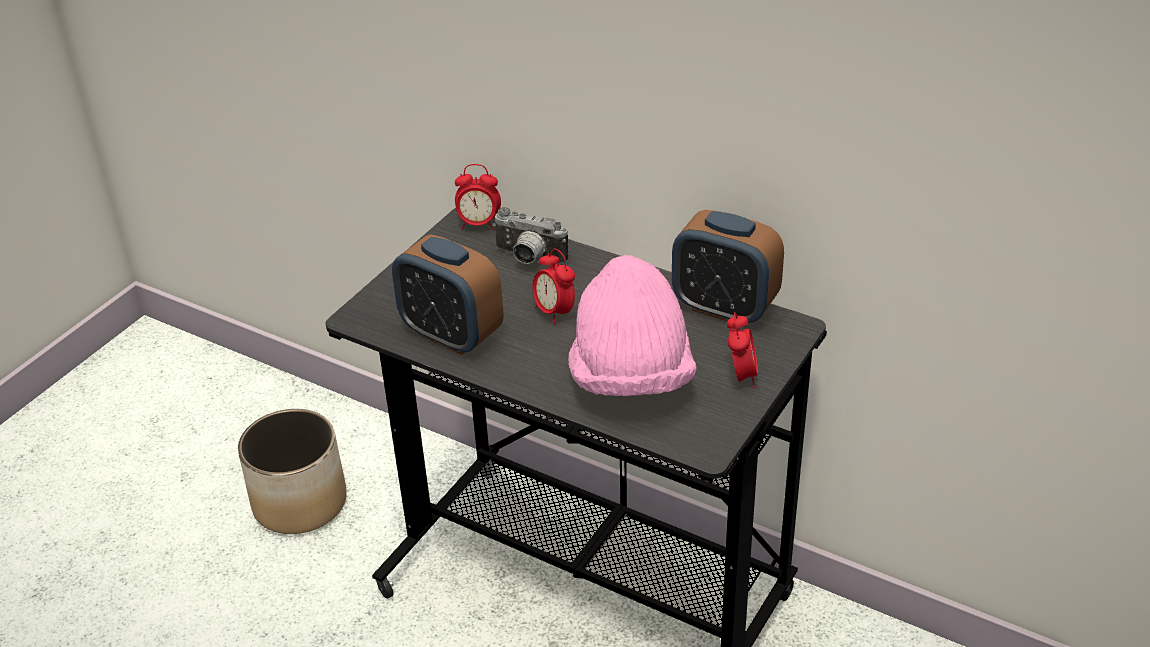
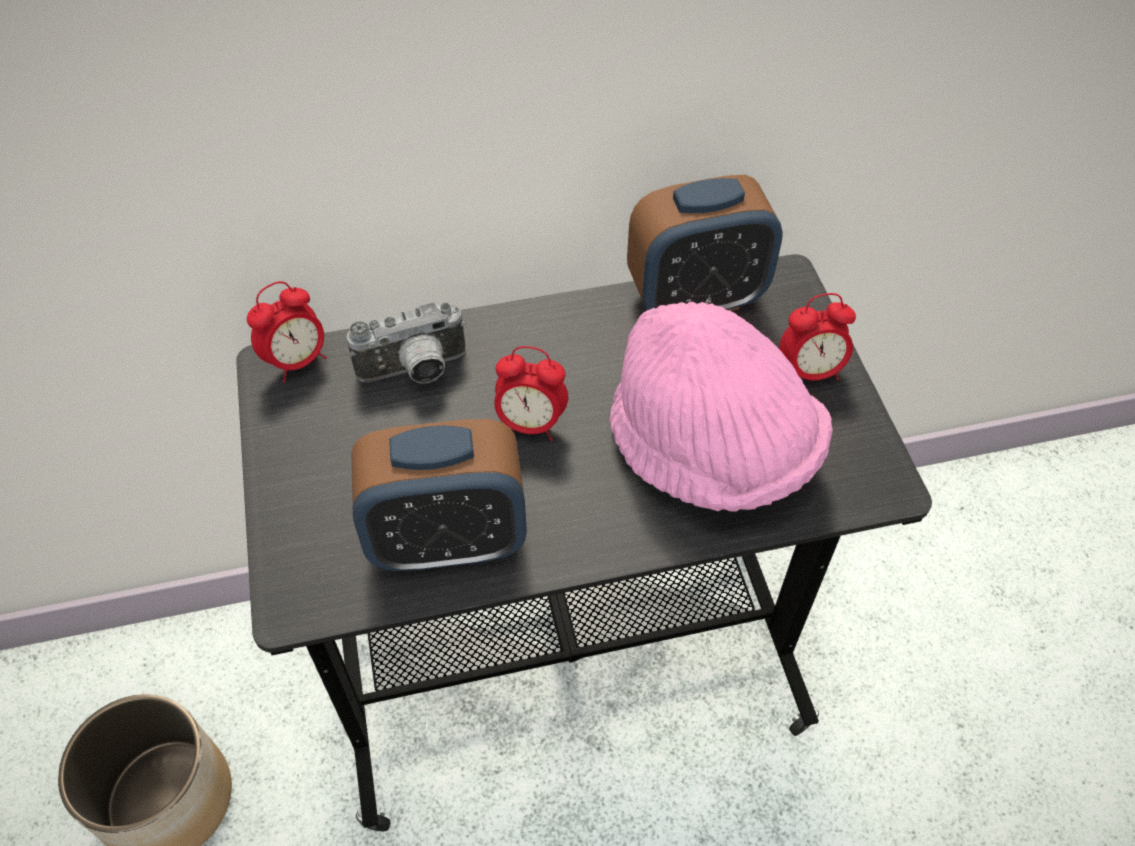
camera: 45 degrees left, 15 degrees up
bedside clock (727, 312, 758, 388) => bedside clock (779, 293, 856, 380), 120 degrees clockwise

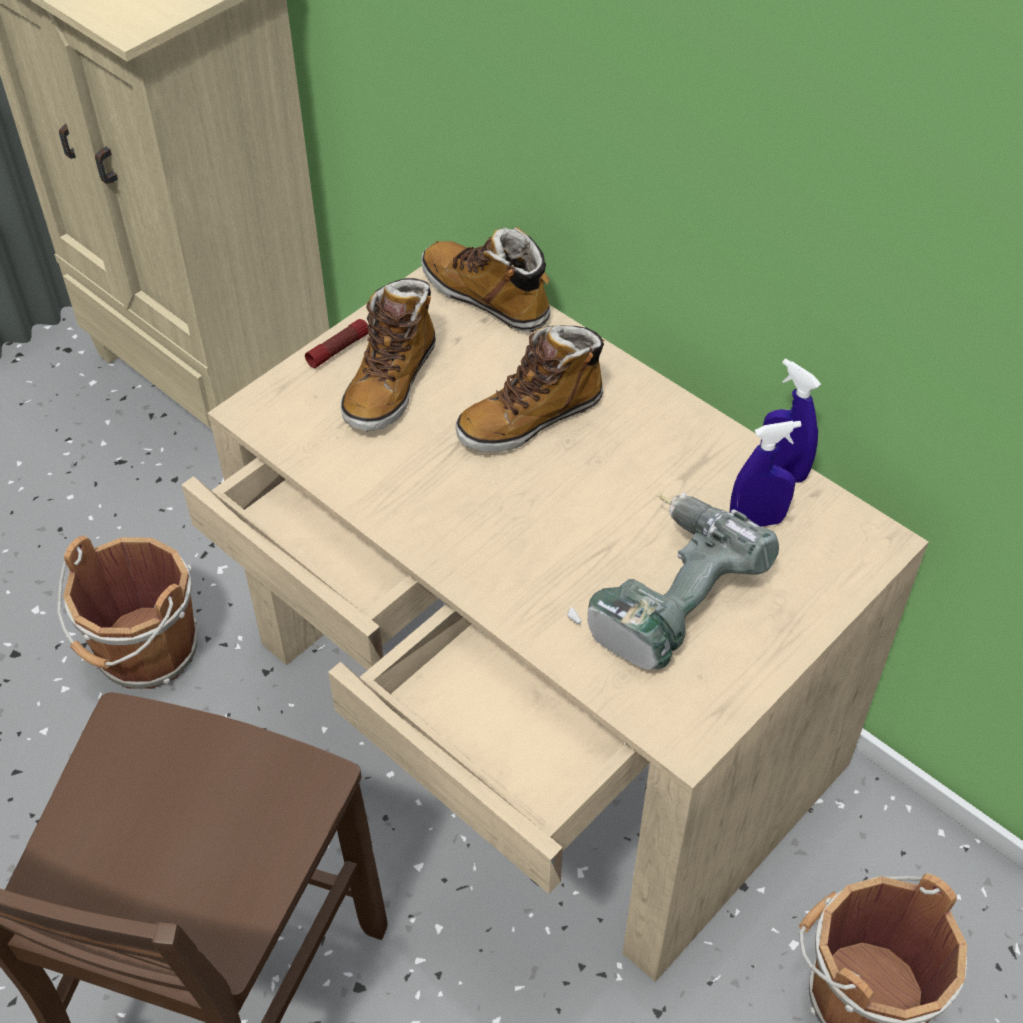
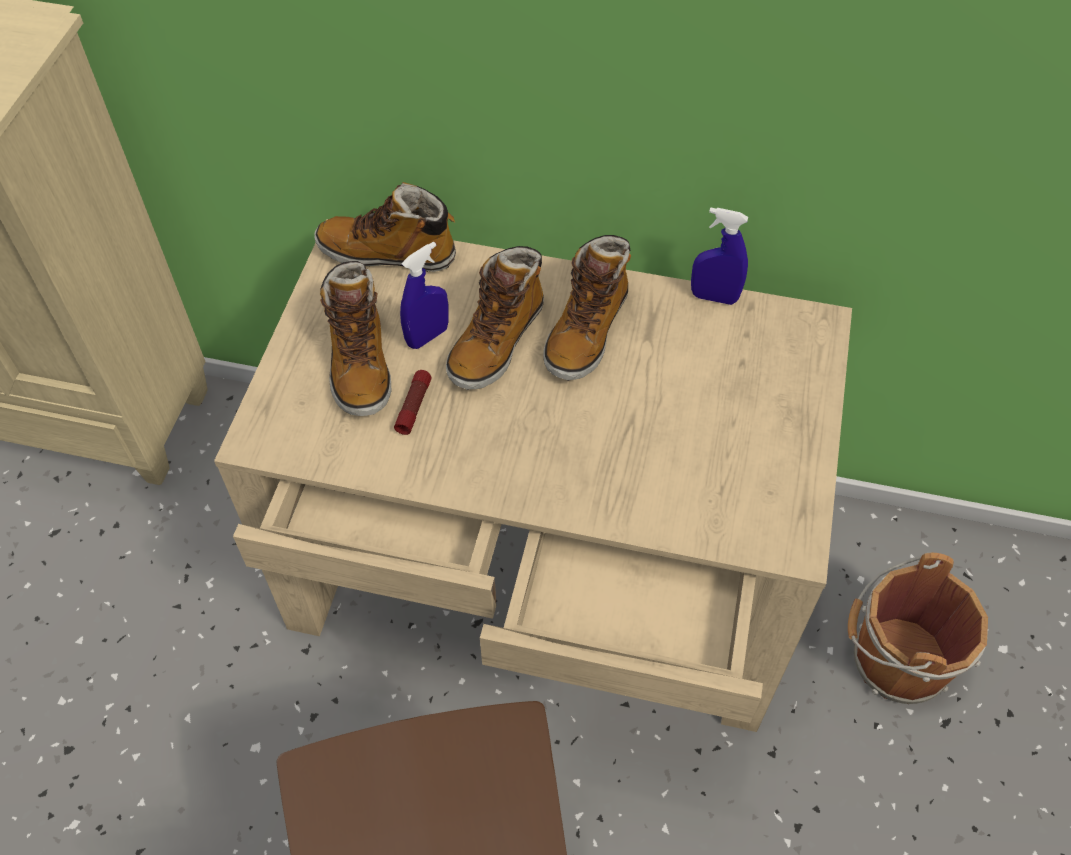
camera: 30 degrees left, 5 degrees up
brown pail (57, 535, 198, 689) => nothing
power drill (567, 493, 779, 670) => nothing
nothing => high-top boot (543, 235, 631, 381)
torch (305, 319, 369, 368) => torch (394, 370, 431, 435), moved
blue-coloured spray bottle (729, 421, 801, 527) => blue-coloured spray bottle (400, 242, 448, 349), moved

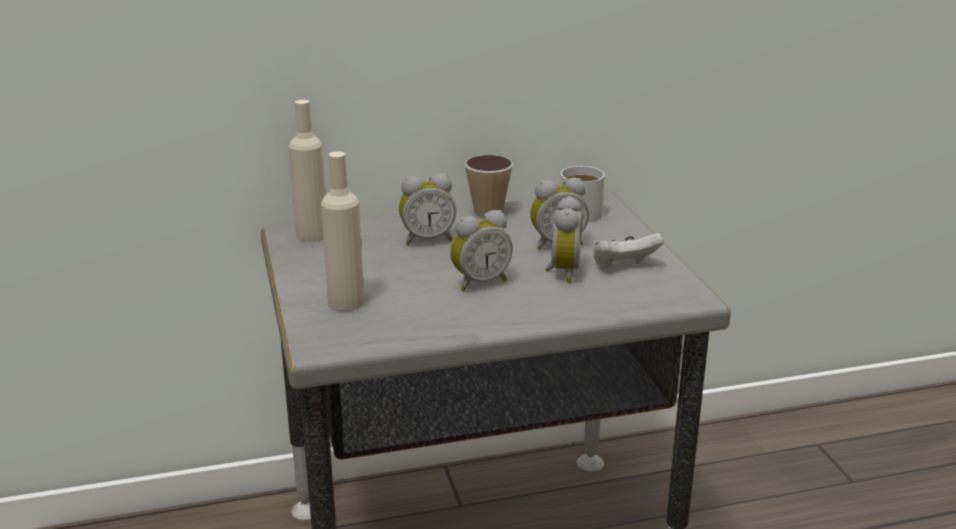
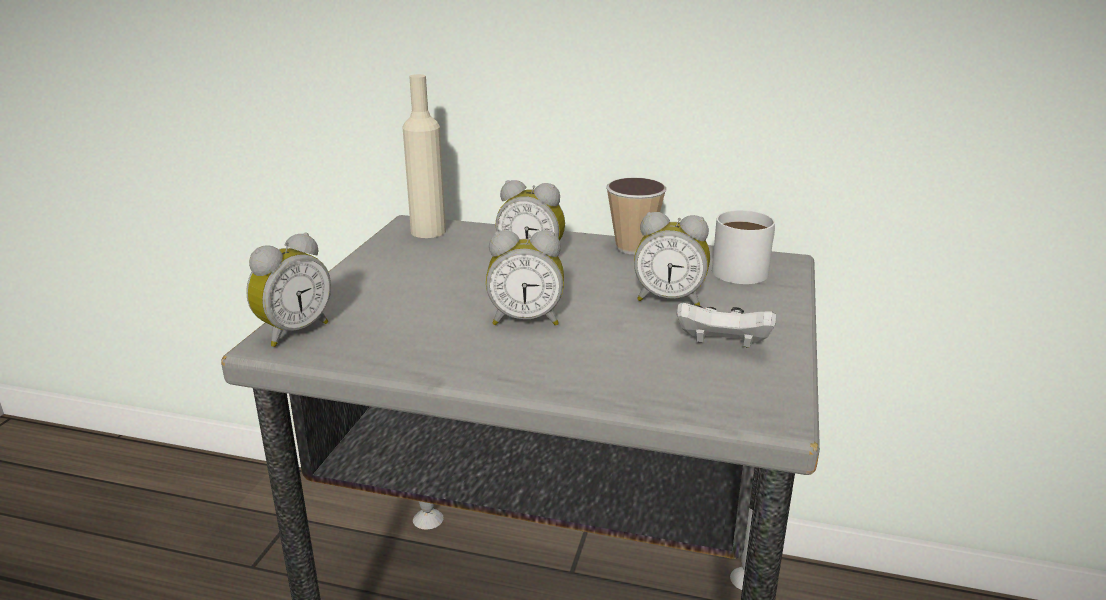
camera: 30 degrees right, 0 degrees up
beige-coloured drink bottle (321, 151, 364, 312) => nothing
bedside clock (545, 196, 582, 283) => bedside clock (246, 233, 331, 347), moved

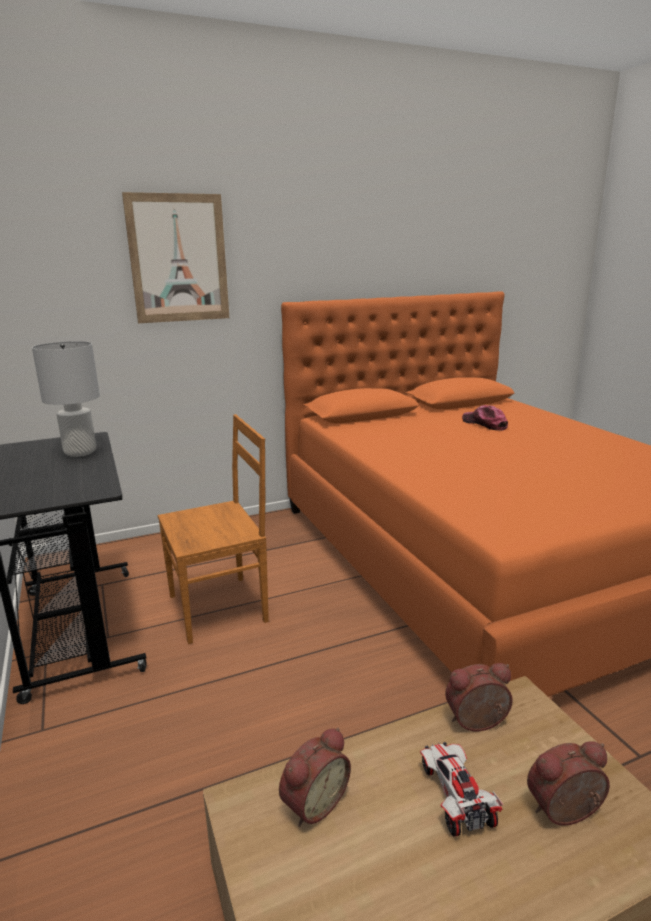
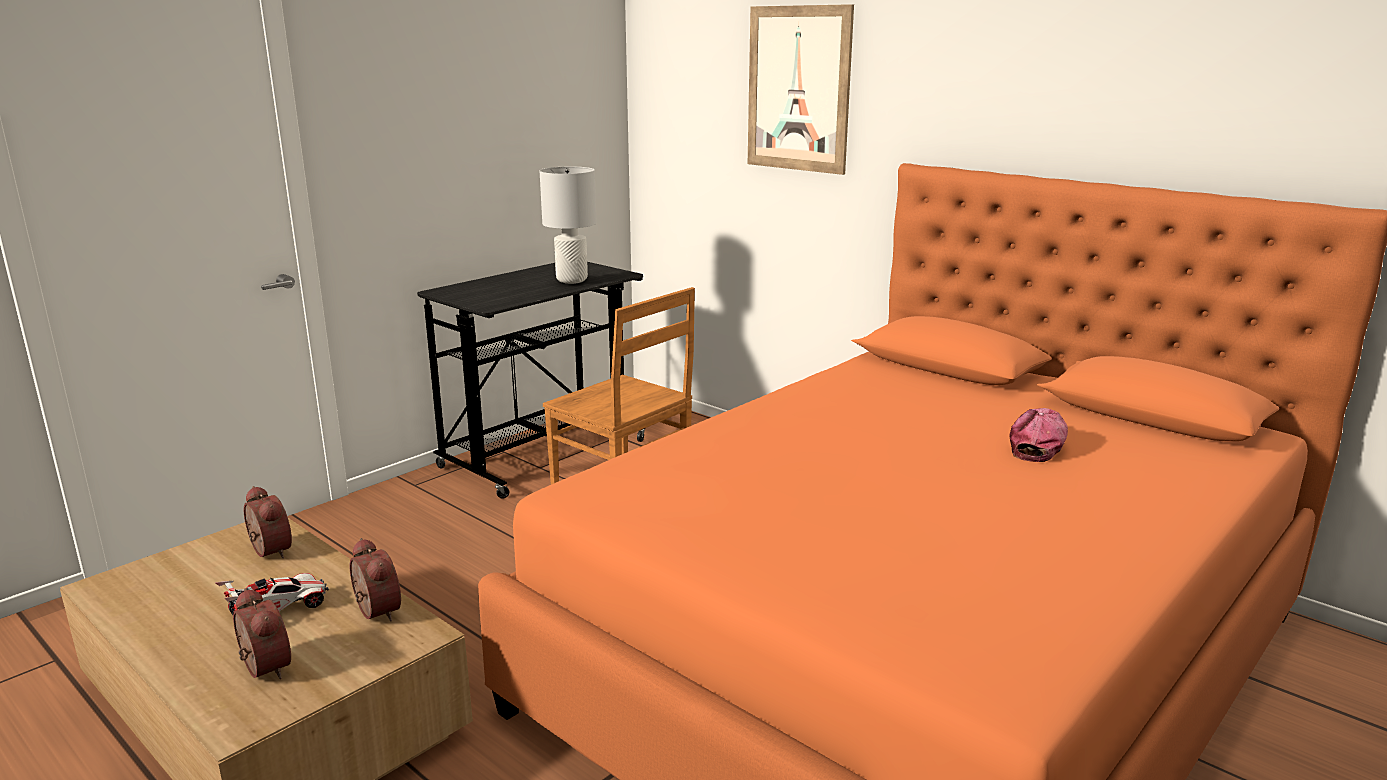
camera: 65 degrees right, 0 degrees up
bedside clock (279, 728, 351, 827) => bedside clock (244, 486, 292, 558), 150 degrees counterclockwise

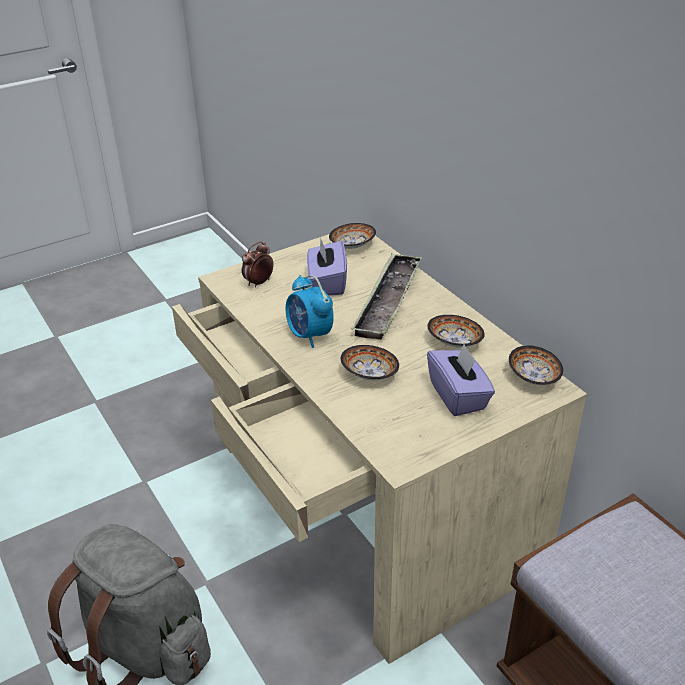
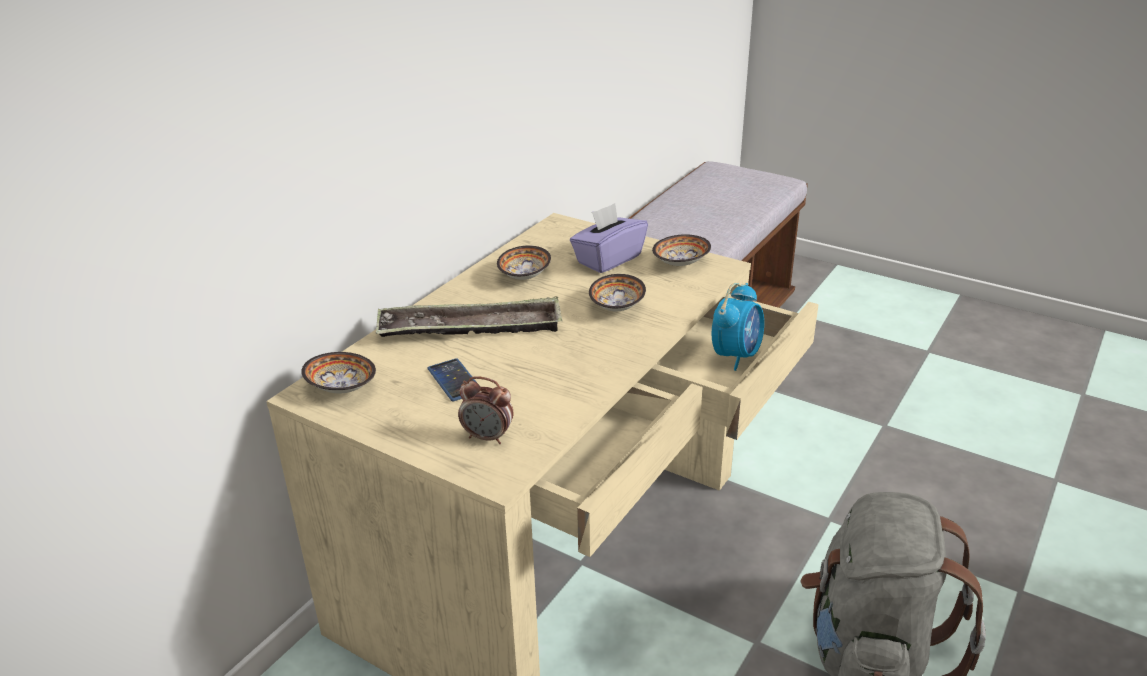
camera: 115 degrees left, 5 degrees down
bedside clock (285, 275, 334, 348) => bedside clock (712, 283, 764, 371), moved
serving bowl (509, 345, 563, 385) => serving bowl (652, 234, 711, 266), moved
purple-coloured tissue box (307, 237, 347, 295) => telephone (428, 358, 477, 401)

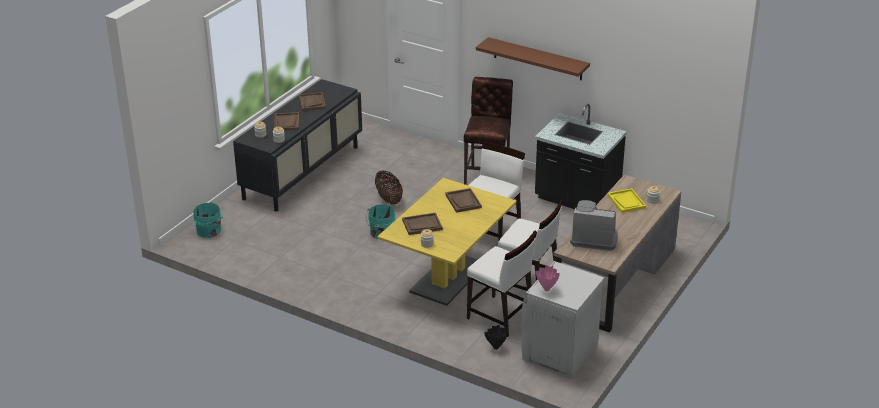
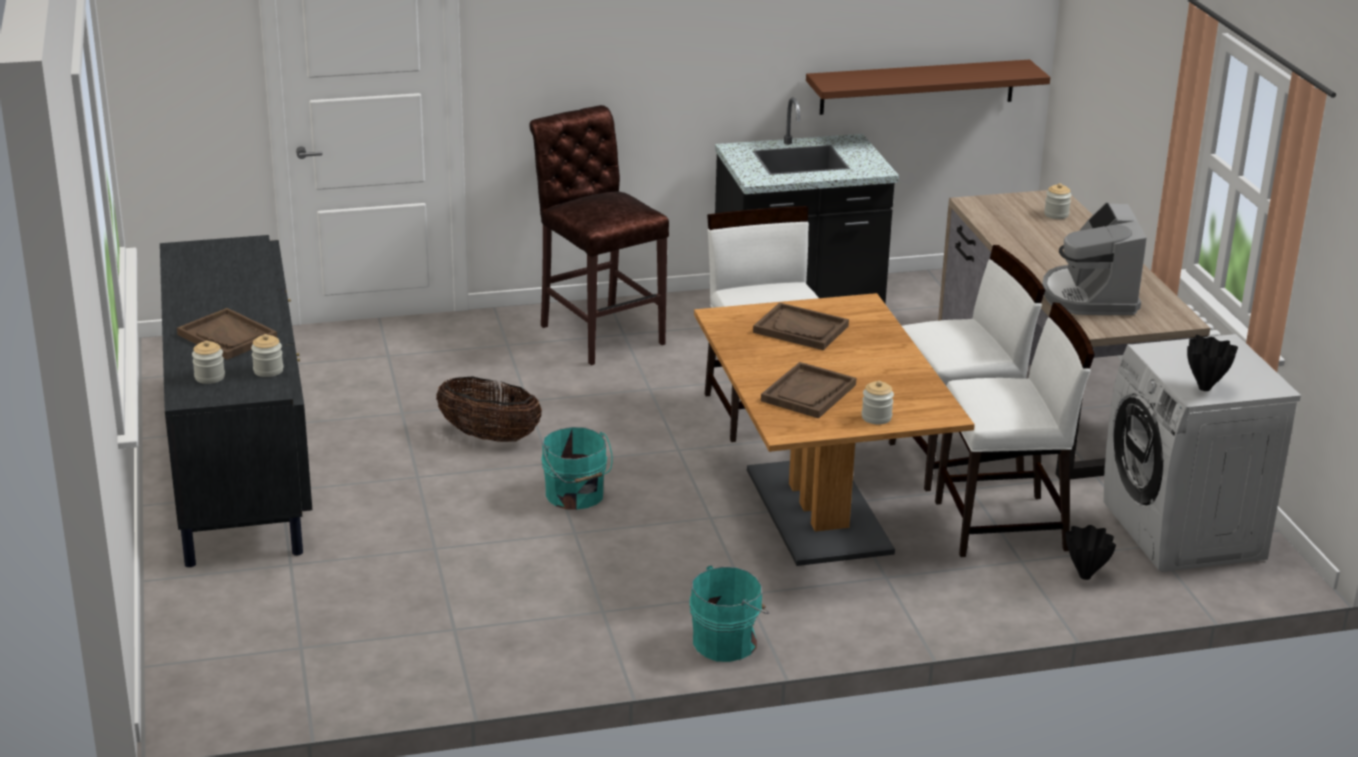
camera: 45 degrees left, 5 degrees down
brown carrying tray (299, 92, 326, 111) => nothing
yellow carrying tray (607, 188, 646, 213) => nothing
blue-green pail (193, 202, 223, 238) => blue-green pail (690, 565, 769, 662), moved
brown wall shelf (476, 37, 590, 80) => brown wall shelf (806, 60, 1050, 115), moved
yellow dinner table (377, 178, 517, 306) => brown dinner table (694, 293, 975, 566)
pink-coloured decorative vase (536, 266, 560, 291) => blackish decorative vase (1187, 335, 1238, 391)
coffee maker (570, 200, 618, 251) => coffee maker (1042, 202, 1147, 315), 60 degrees counterclockwise

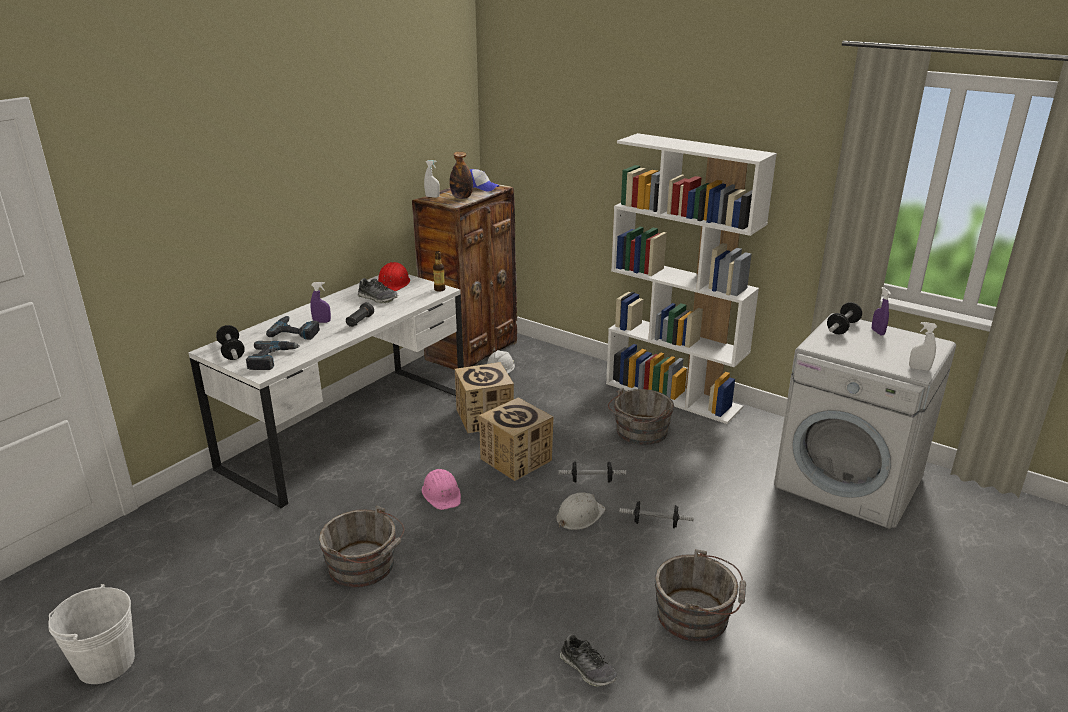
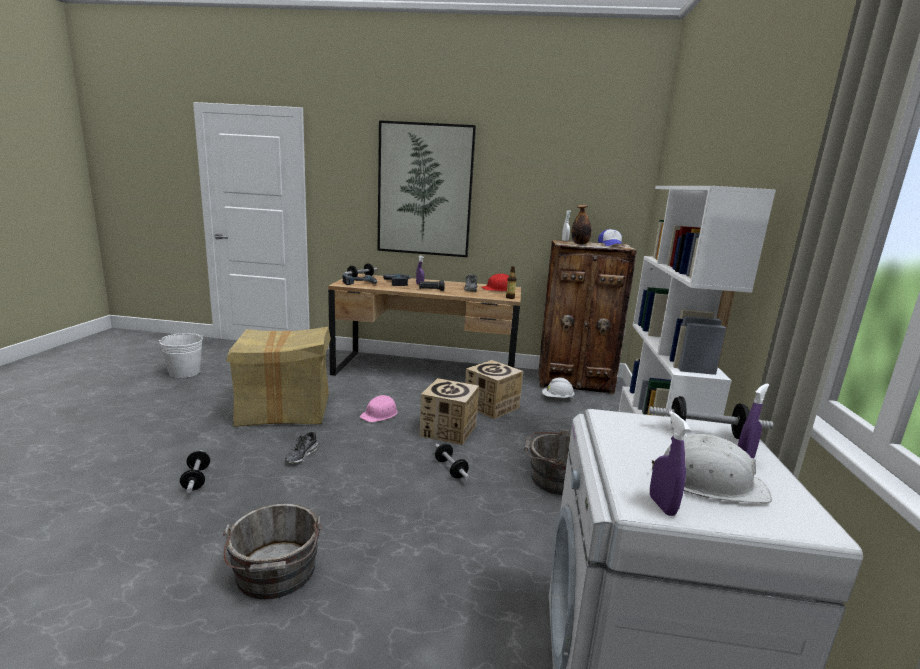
camera: 60 degrees right, 10 degrees down
nothing => picture (378, 120, 476, 257)
white work helmet (556, 492, 606, 530) => white work helmet (652, 434, 772, 503), moved
shoe (560, 634, 618, 687) => shoe (285, 431, 318, 464), moved
hand weight (620, 501, 694, 528) => hand weight (180, 450, 210, 493), moved
greyish pail (318, 505, 405, 588) => cardboard box (227, 327, 331, 427)
white desk (188, 274, 464, 509) => brown desk (328, 274, 521, 376)
white spray bottle (909, 322, 937, 371) => purple-coloured spray bottle (650, 411, 690, 516)

